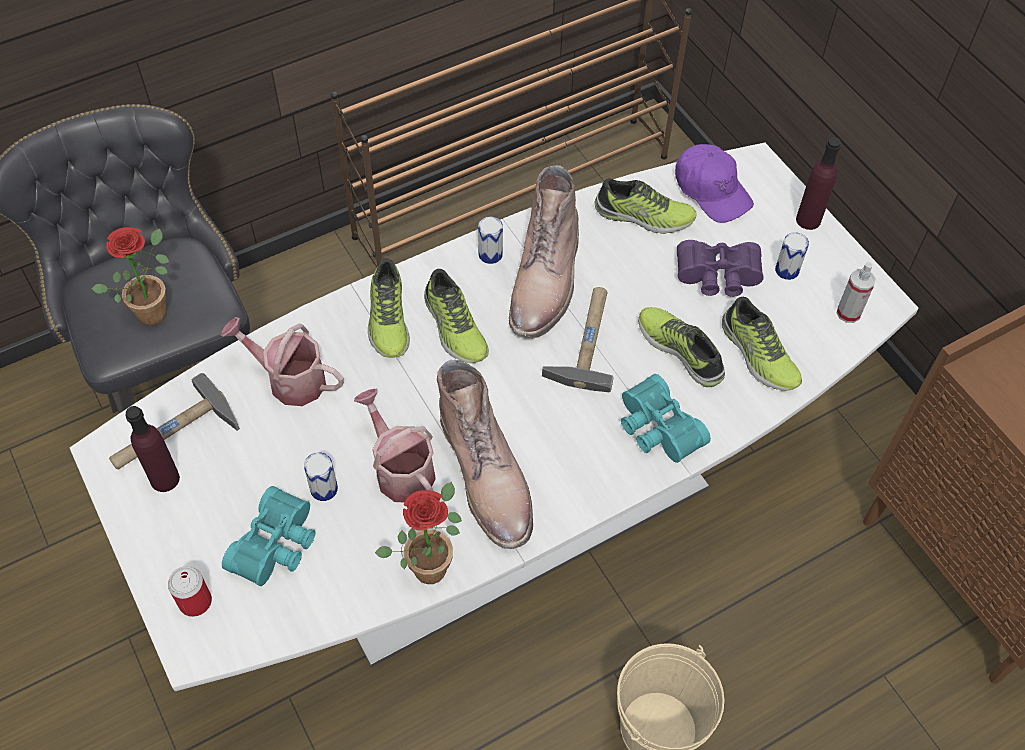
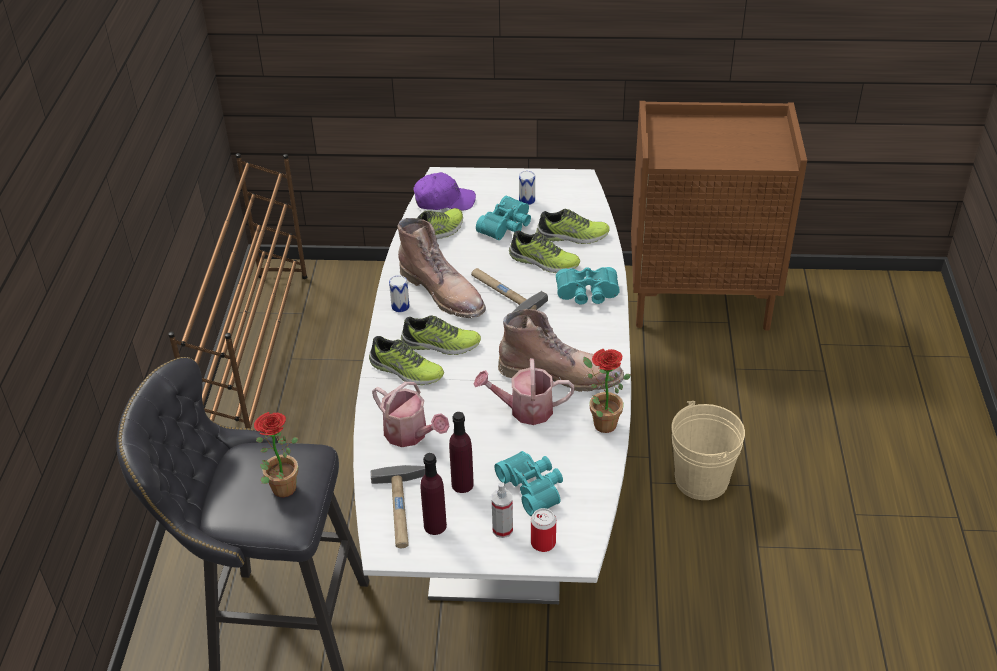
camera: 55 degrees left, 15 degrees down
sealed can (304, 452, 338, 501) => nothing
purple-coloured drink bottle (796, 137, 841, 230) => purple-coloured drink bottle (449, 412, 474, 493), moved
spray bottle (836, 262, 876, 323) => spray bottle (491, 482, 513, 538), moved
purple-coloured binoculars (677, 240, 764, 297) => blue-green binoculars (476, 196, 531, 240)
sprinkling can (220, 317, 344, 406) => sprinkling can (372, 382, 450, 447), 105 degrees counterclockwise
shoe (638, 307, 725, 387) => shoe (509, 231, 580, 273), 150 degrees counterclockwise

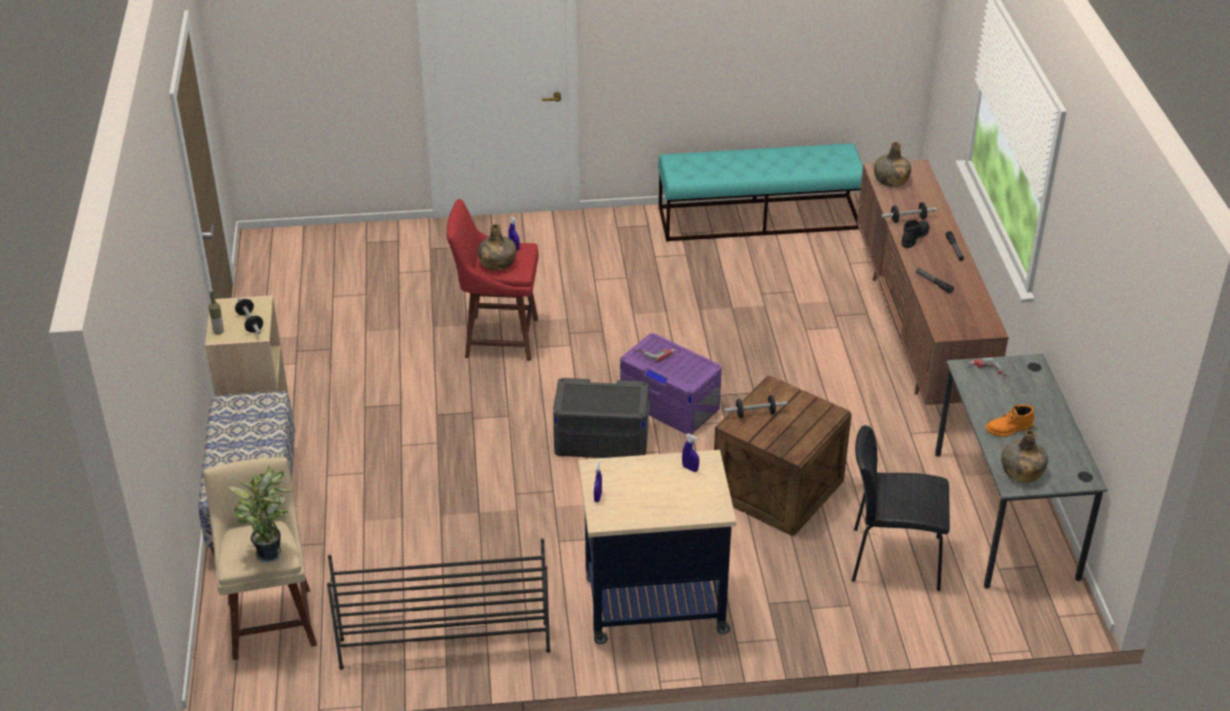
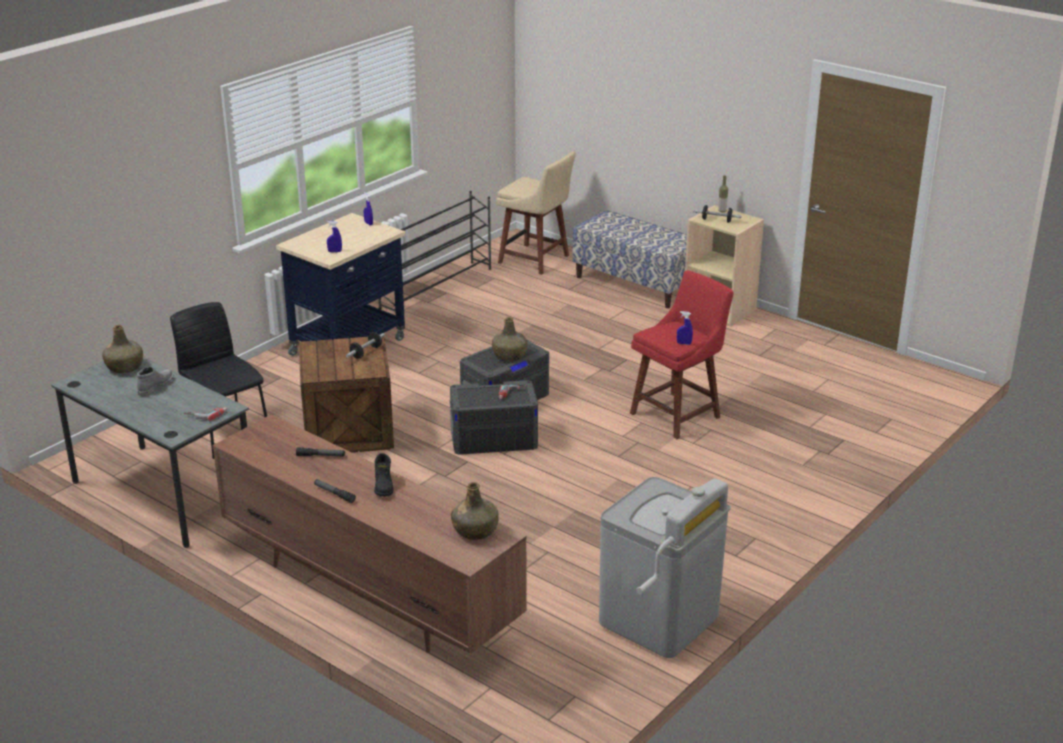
camera: 135 degrees right, 10 degrees down
potted plant (228, 466, 294, 563) => nothing
hand weight (881, 202, 937, 223) => nothing
greenish drink bottle (478, 224, 517, 270) => greenish drink bottle (492, 317, 527, 361), moved
blue-green bench (658, 143, 863, 242) => greyish washing machine (599, 477, 731, 658)
purple-coloured storage box (620, 333, 722, 434) => greyish storage box (449, 380, 538, 455)
orange high-top boot (986, 405, 1034, 436) => greyish high-top boot (137, 367, 174, 396)
blackish plain chair (852, 425, 950, 591) => blackish plain chair (170, 302, 267, 459), 90 degrees counterclockwise

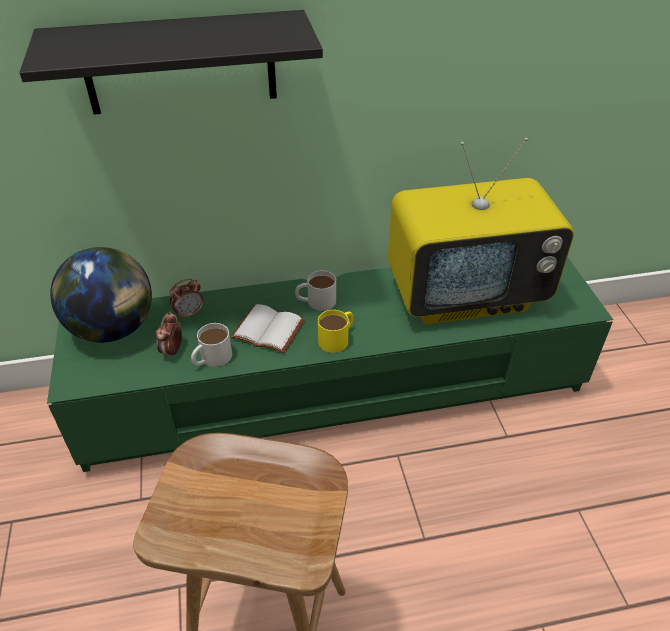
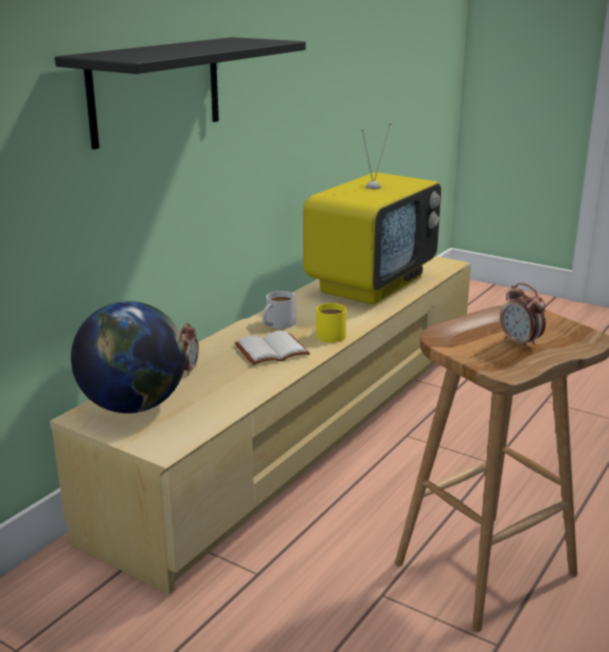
camera: 45 degrees left, 20 degrees down
white tea mug (191, 323, 232, 367) => nothing
bedside clock (155, 312, 182, 358) => bedside clock (500, 283, 546, 349), moved
greenish media console (47, 257, 613, 472) => beige-coloured media console (50, 256, 471, 595)

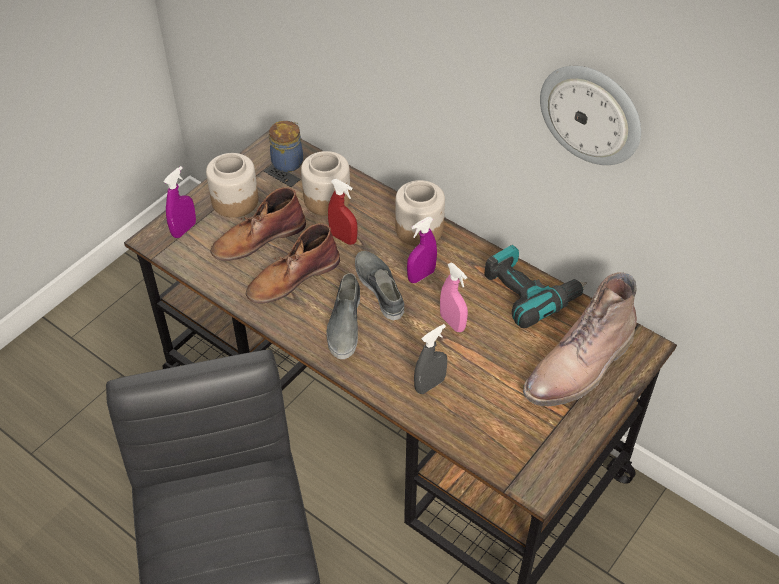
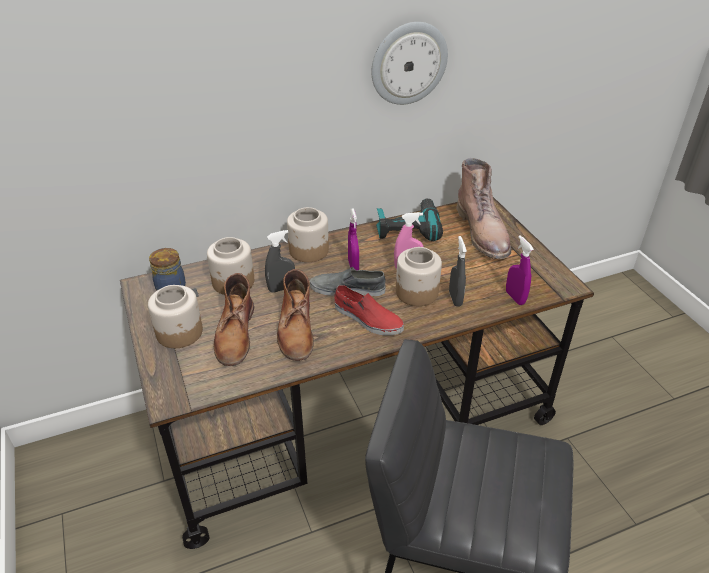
camera: 60 degrees left, 10 degrees down
nothing => storage jar (396, 247, 442, 306)
purple-coloured spray bottle (163, 166, 196, 238) => purple-coloured spray bottle (506, 235, 534, 305), moved
greyish shoe (326, 273, 360, 359) => reddish shoe (334, 285, 404, 336)
reddish spray bottle (328, 179, 358, 245) => greyish spray bottle (265, 230, 295, 293)

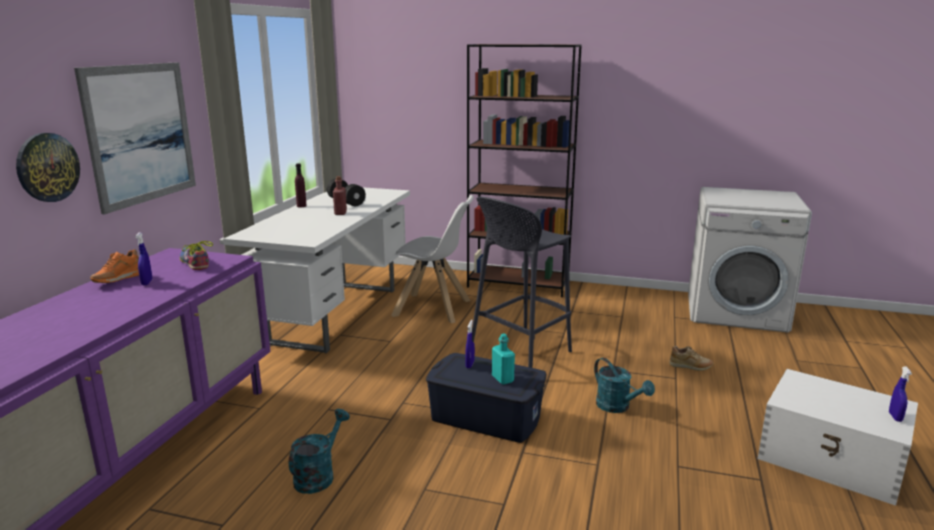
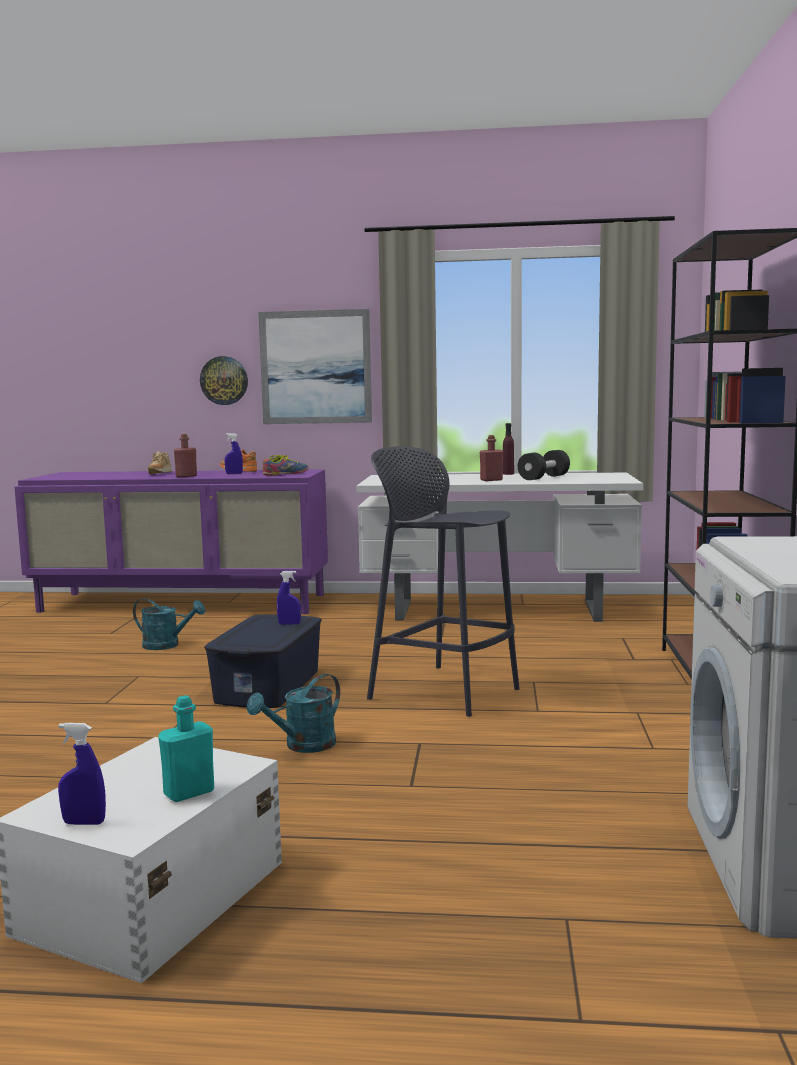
camera: 80 degrees right, 10 degrees down
plain chair (391, 195, 474, 323) => nothing
nothing => reddish drink bottle (174, 434, 197, 478)
blue-green drink bottle (492, 333, 515, 385) => blue-green drink bottle (158, 695, 214, 802), moved
beige-coloured shoe (669, 346, 713, 371) => beige-coloured shoe (148, 452, 172, 474), moved

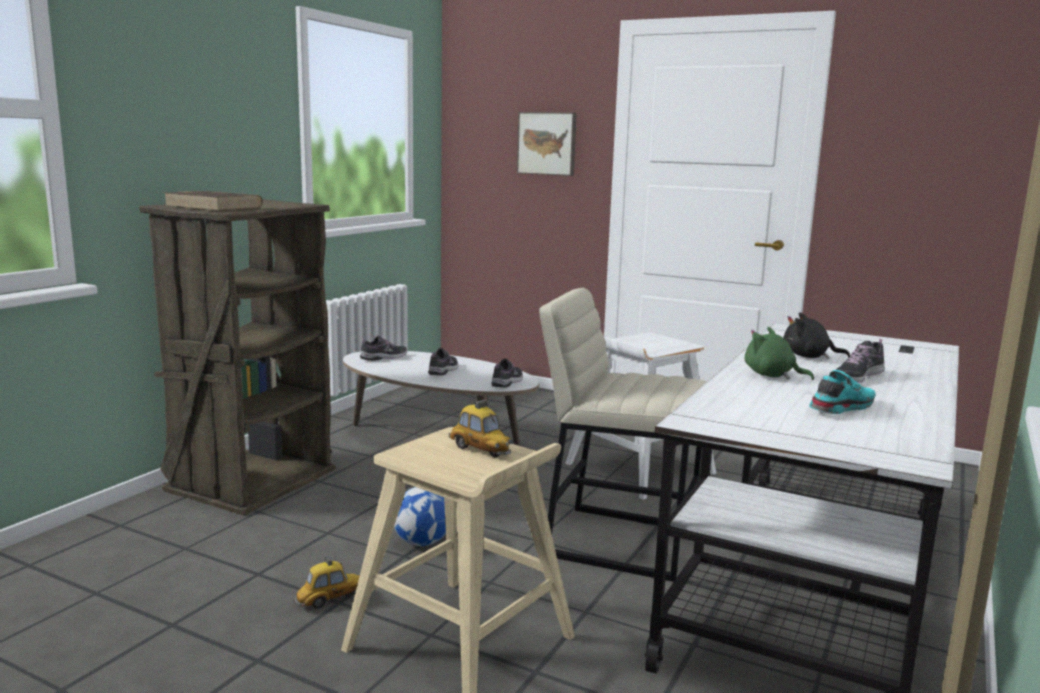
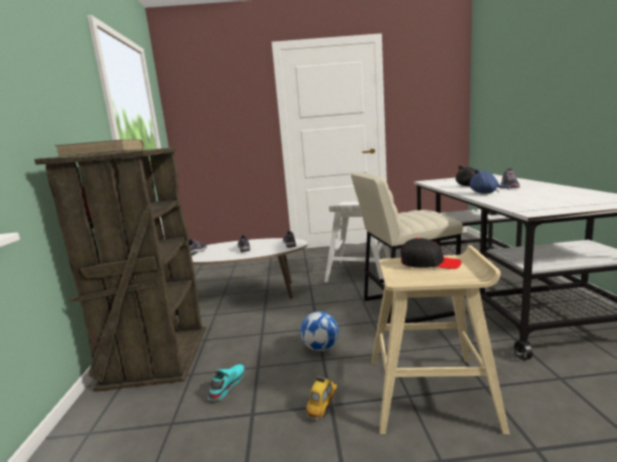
camera: 30 degrees left, 0 degrees up
picture (517, 112, 577, 176) => nothing
blue-green shoe (809, 370, 876, 414) => blue-green shoe (208, 364, 245, 401), moved
toy car (449, 400, 512, 457) => blackish cap (400, 238, 462, 269)
greenish cuddly toy (745, 327, 814, 380) => blue-coloured cuddly toy (470, 169, 509, 194)

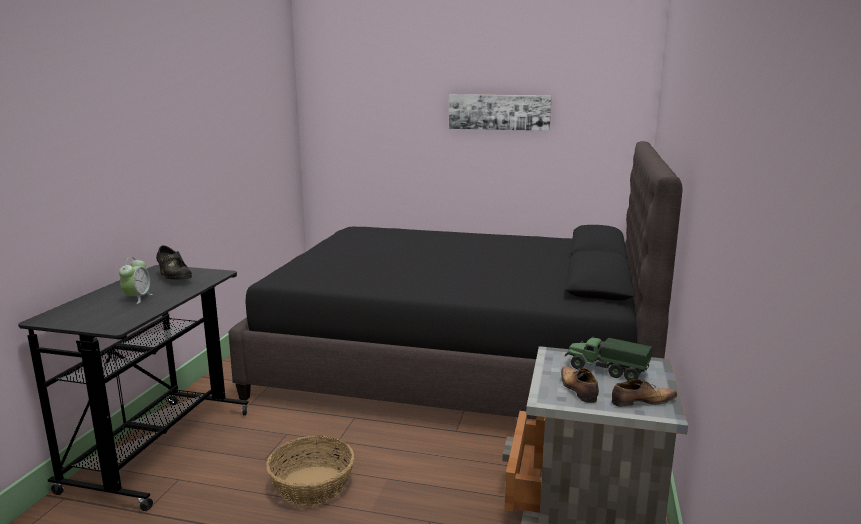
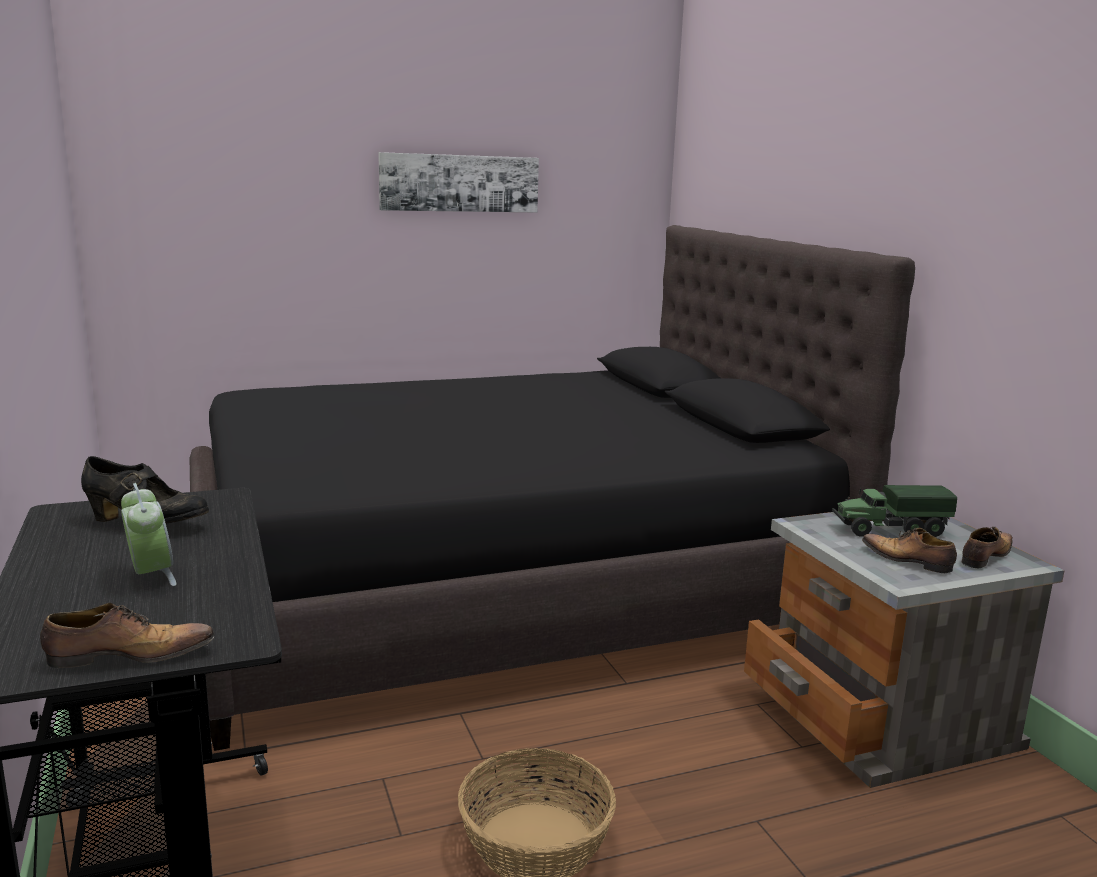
camera: 35 degrees left, 0 degrees up
nothing => shoe (40, 603, 214, 668)

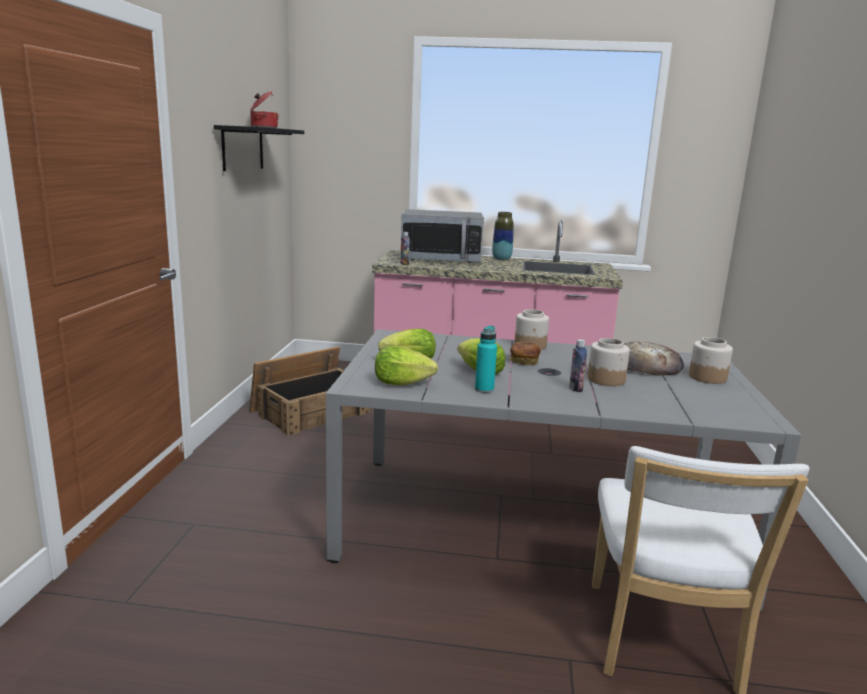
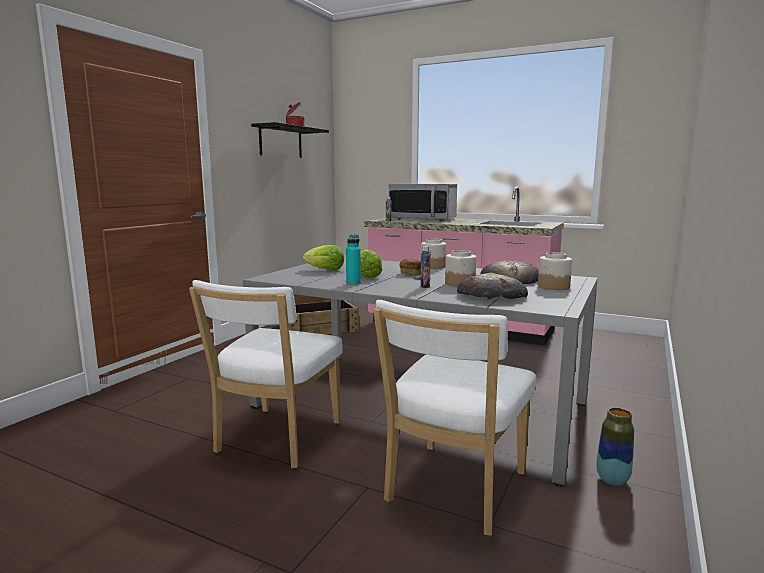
camera: 20 degrees right, 5 degrees down
lettuce head (375, 346, 438, 385) => nothing
nothing => white plain chair (189, 280, 343, 468)
nothing => baked bread (457, 272, 528, 299)
decorative vase (492, 212, 514, 260) => decorative vase (596, 408, 634, 486), moved

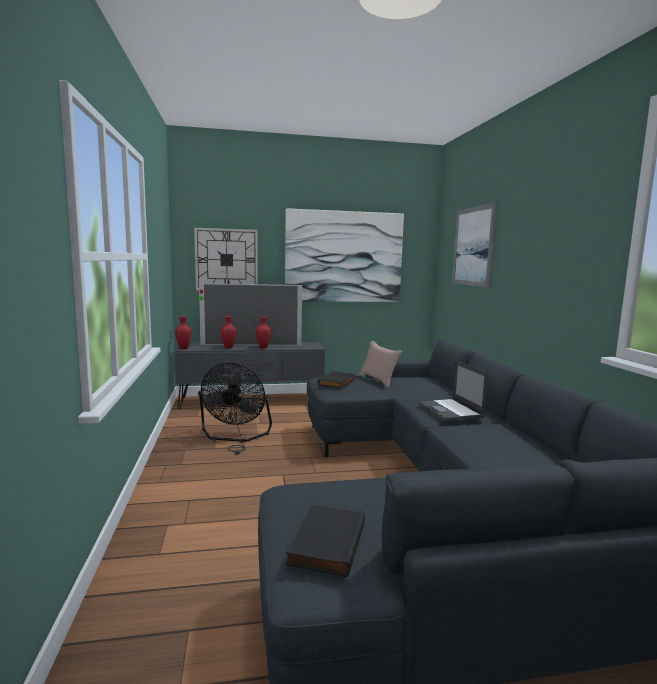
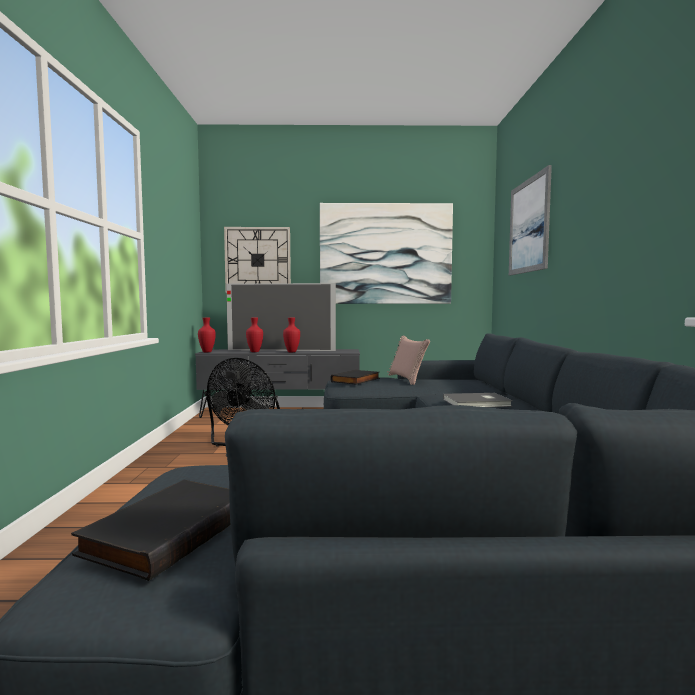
camera: 10 degrees right, 5 degrees down
portable computer (418, 361, 488, 421) => greyish bound book (443, 393, 513, 407)

